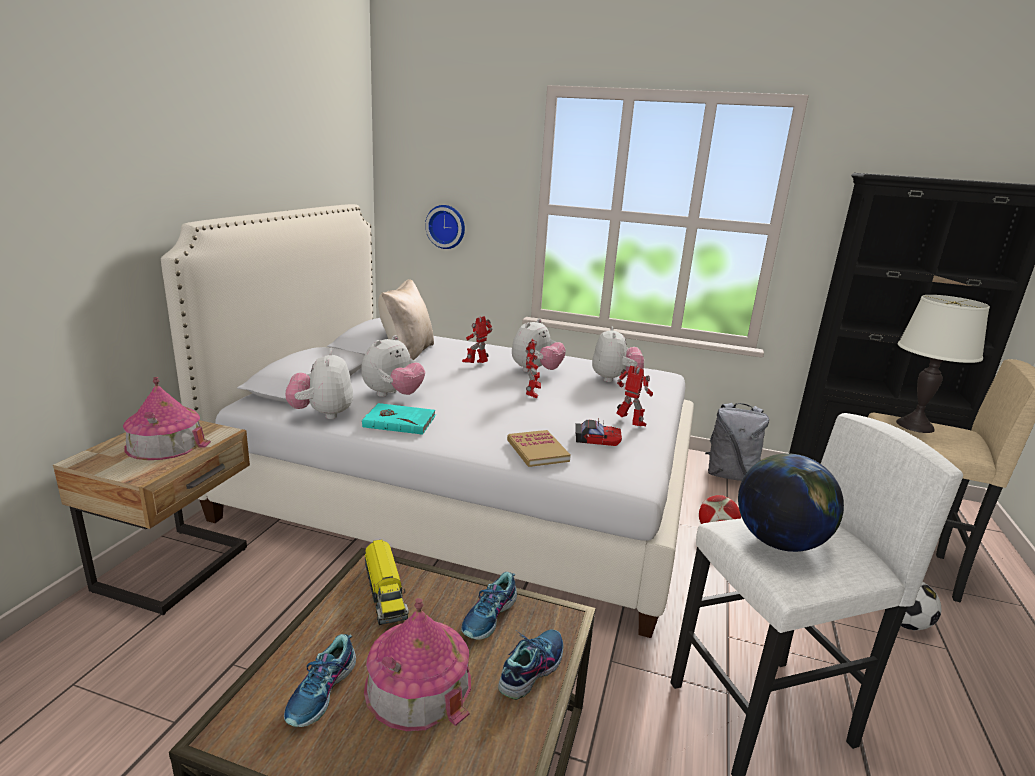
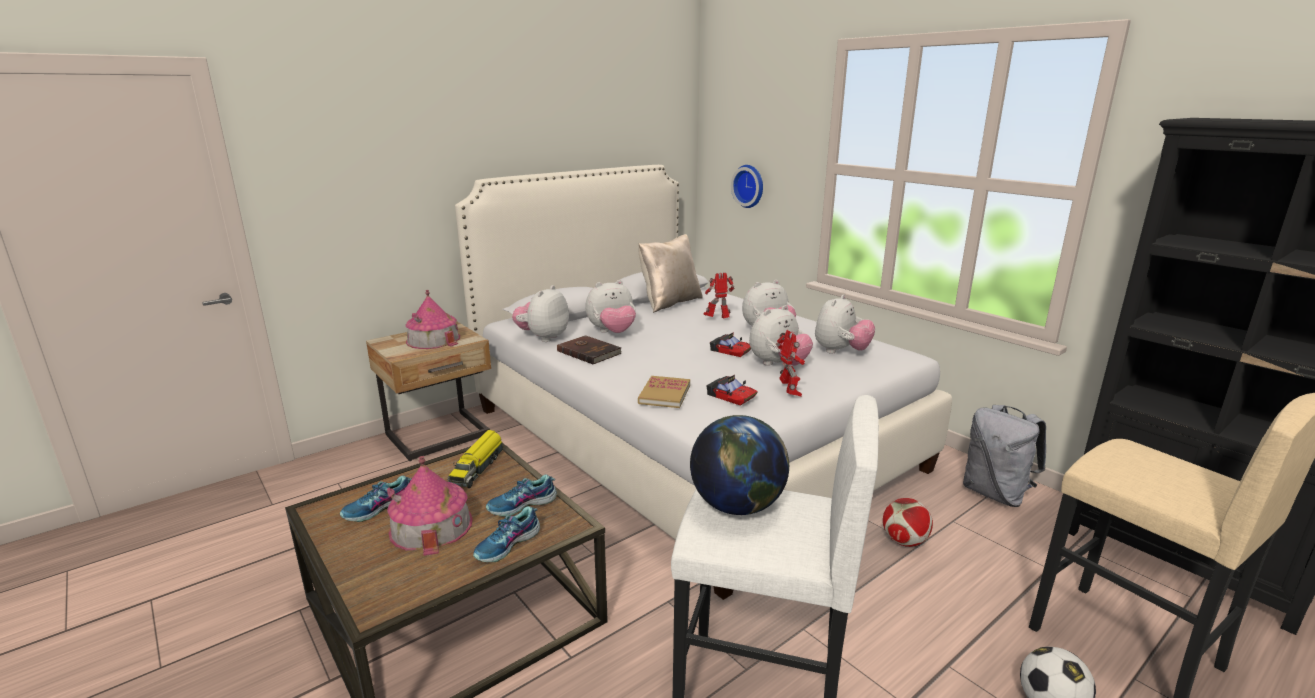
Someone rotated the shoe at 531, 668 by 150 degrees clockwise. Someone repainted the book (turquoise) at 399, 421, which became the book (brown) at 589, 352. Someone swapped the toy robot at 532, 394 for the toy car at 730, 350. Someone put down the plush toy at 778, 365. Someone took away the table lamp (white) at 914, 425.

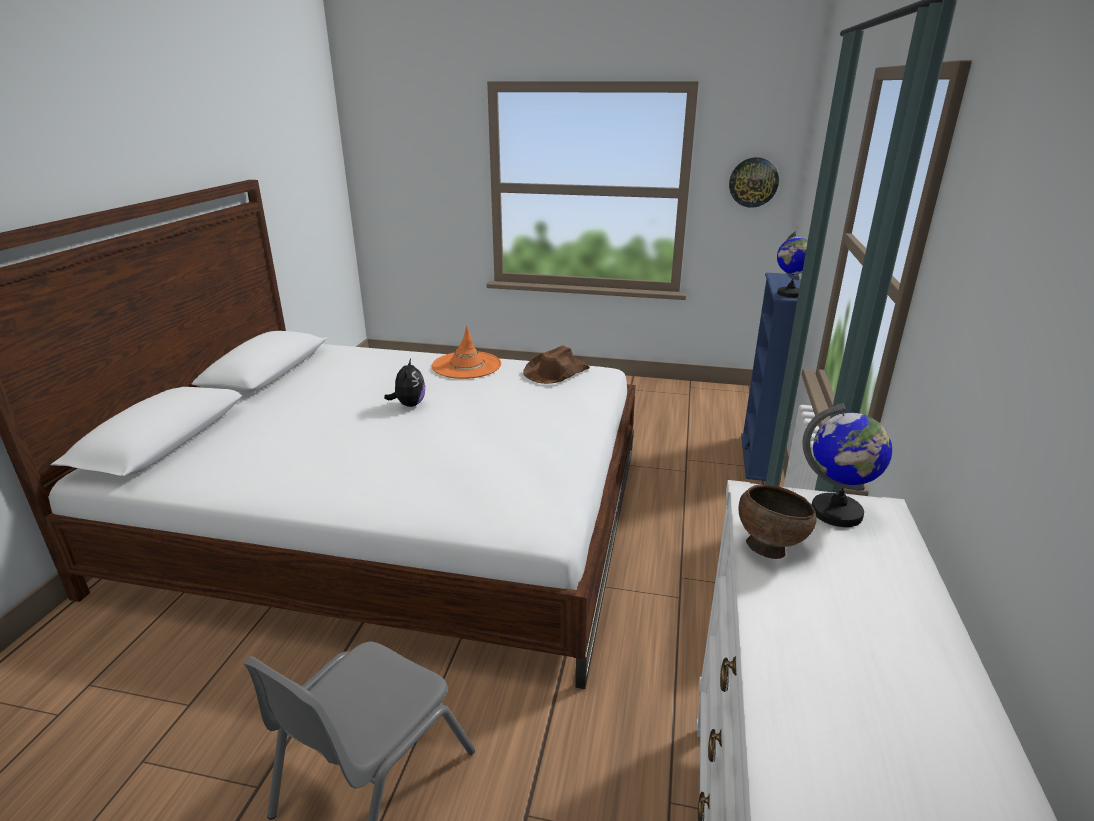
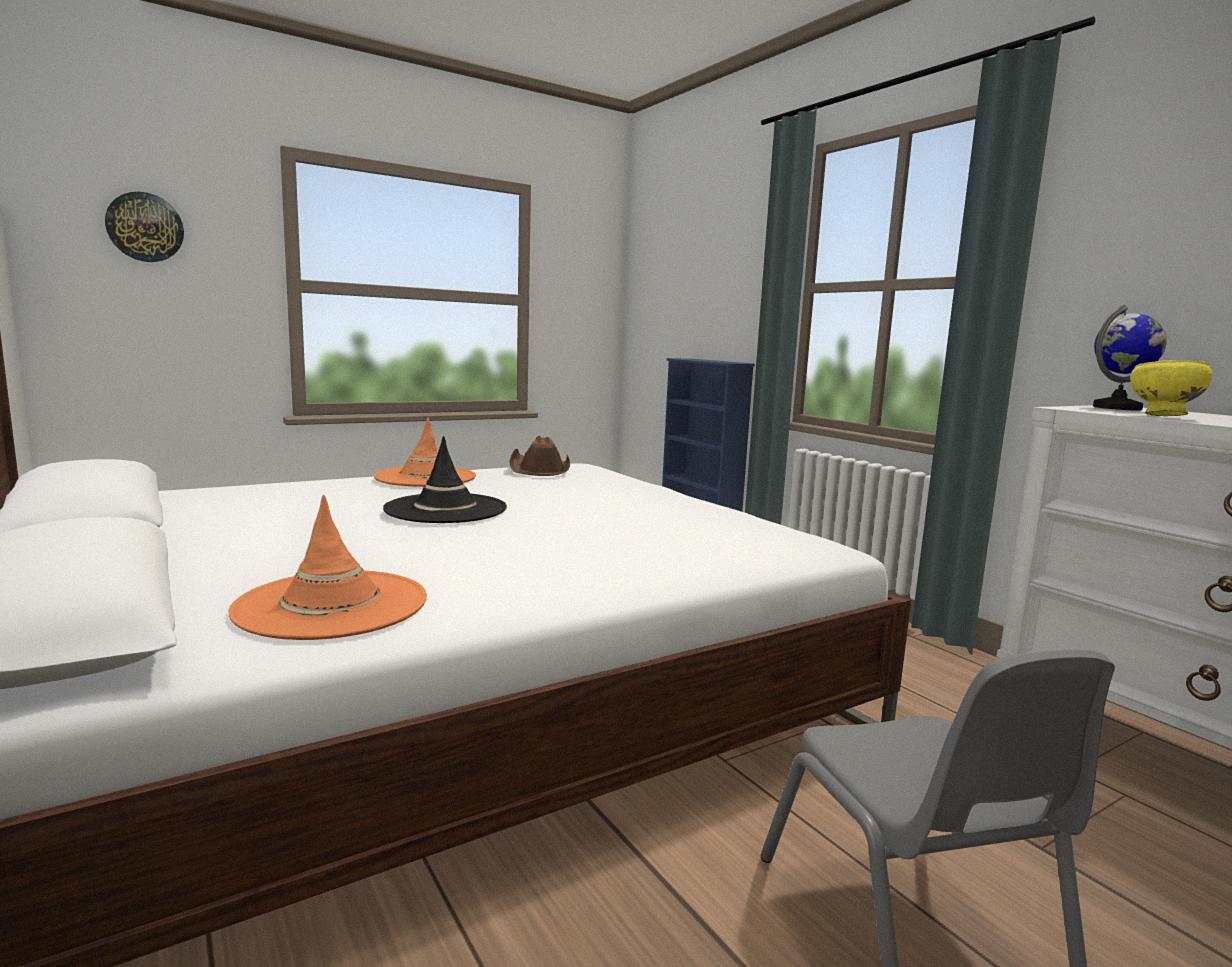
Someone carried the wall clock from 753, 182 to 145, 227. Someone put down the hat (orange) at 332, 605. Someone swapped the plush toy at 409, 404 for the hat (black) at 446, 509. Someone repainted the bowl (brown) at 768, 548, which became the bowl (yellow) at 1161, 416. Someone took away the globe at 789, 294.

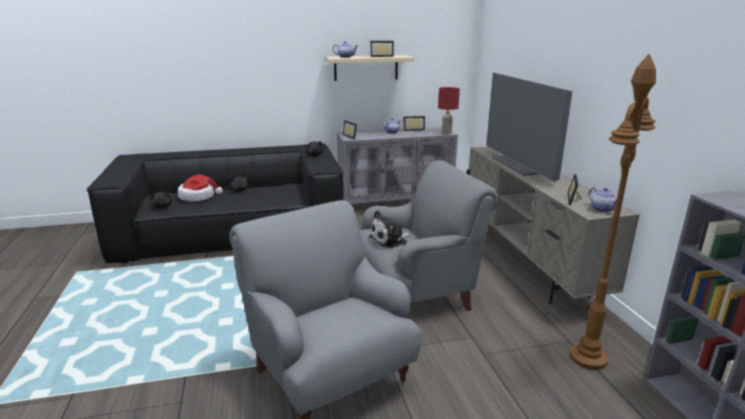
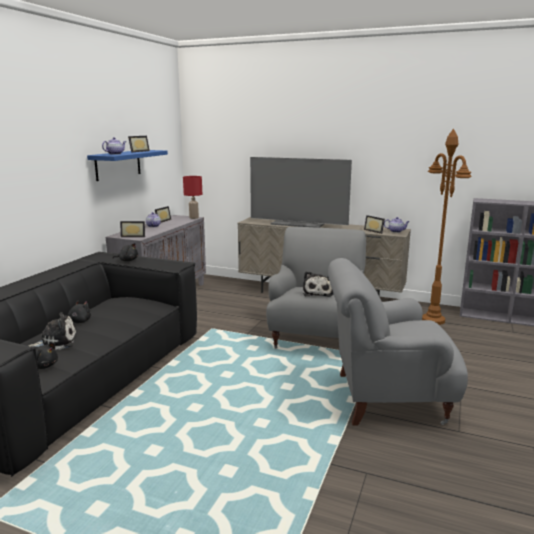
Someone swapped the hat at 198, 197 for the plush toy at 56, 342. Someone repainted the shelf (beige) at 366, 68, which became the shelf (blue) at 118, 164.

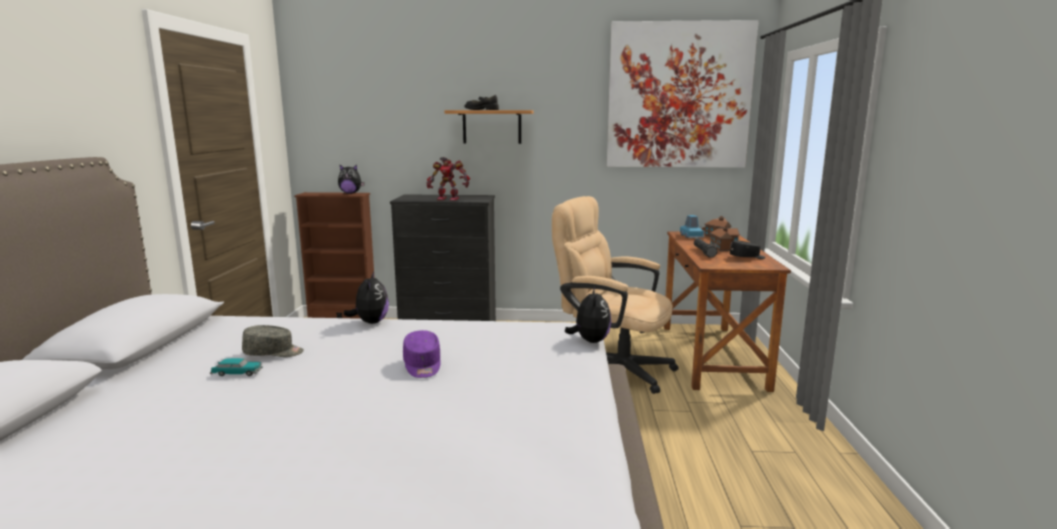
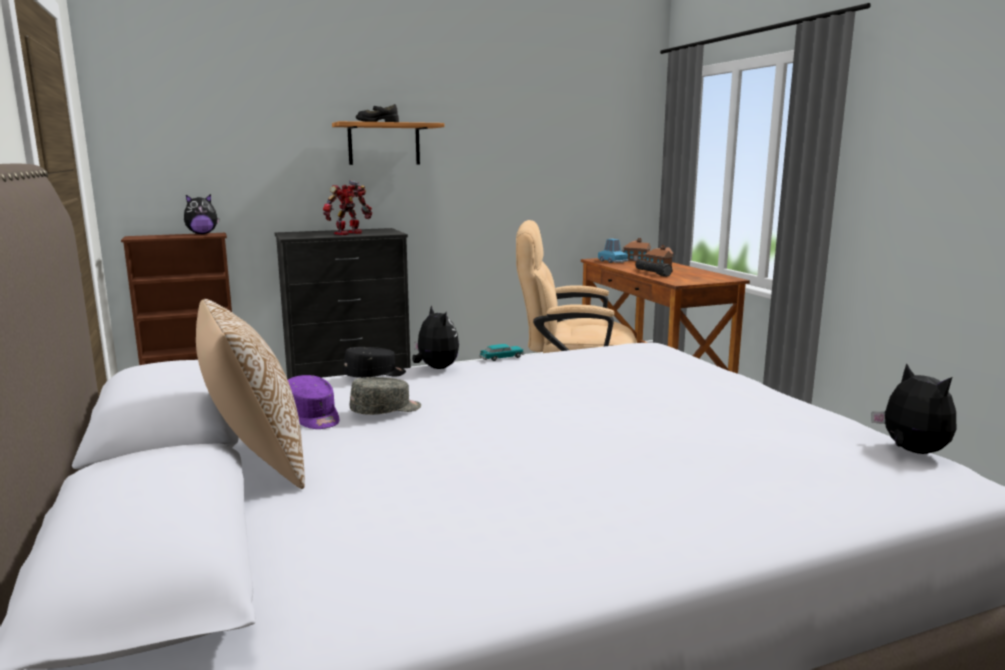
Someone put down the pillow at 255, 462. Someone carried the cap (purple) from 422, 365 to 313, 417. Someone rotated the toy robot at 448, 199 by 150 degrees clockwise. Someone carried the cap (black) from 747, 257 to 375, 375. Someone carried the toy car from 237, 373 to 502, 358. Someone carried the plush toy from 590, 341 to 911, 451. Someone took away the picture at 678, 96.

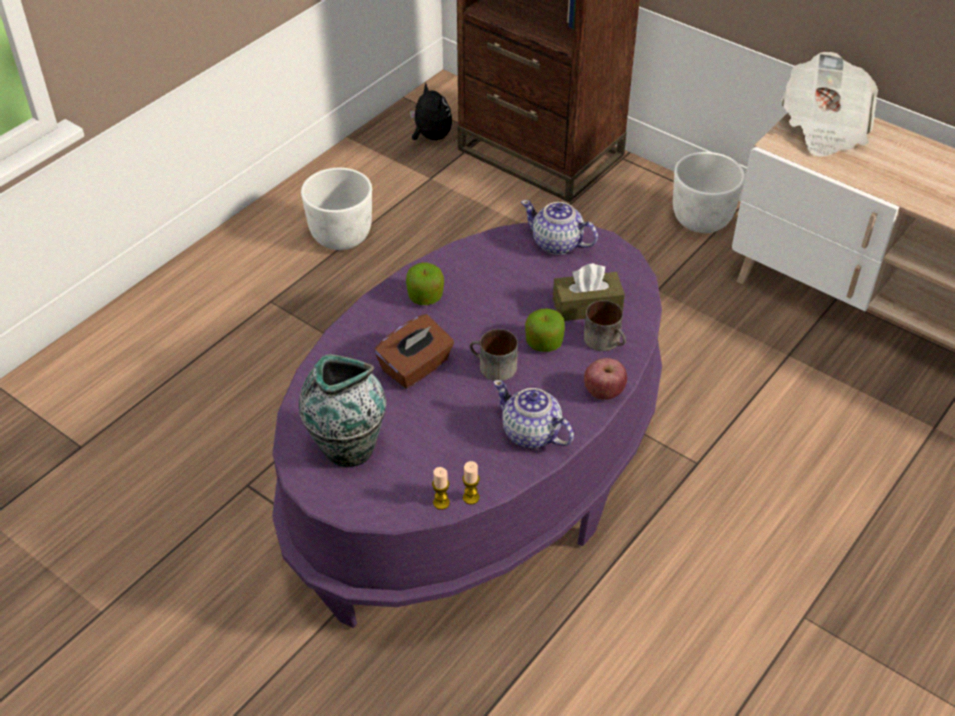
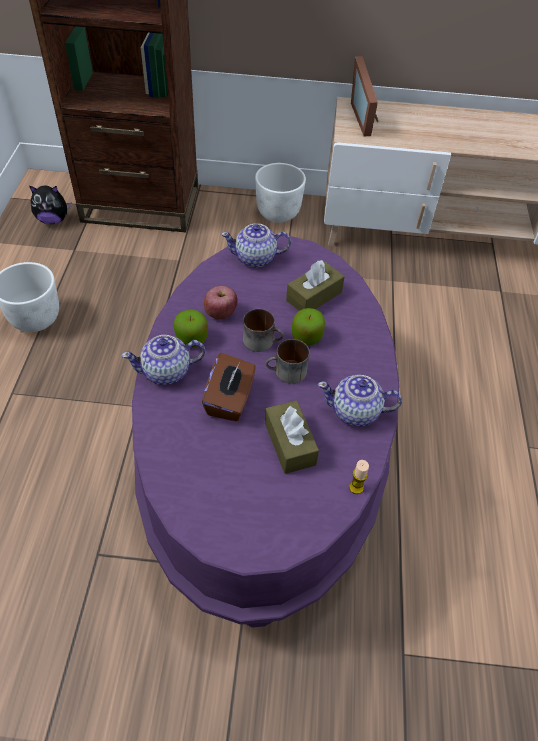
Someone rotated the plush toy at 431, 137 by 150 degrees clockwise. Someone put down the teapot at 167, 372. Someone carried the apple from 603, 392 to 220, 313. Someone carried the mug from 606, 340 to 262, 340. Someone put down the tissue box (brown) at 290, 444. Someone swapped the newspaper at 824, 128 for the picture frame at 366, 117. Someone took away the vase at 347, 448. Someone took away the candle at 441, 503.

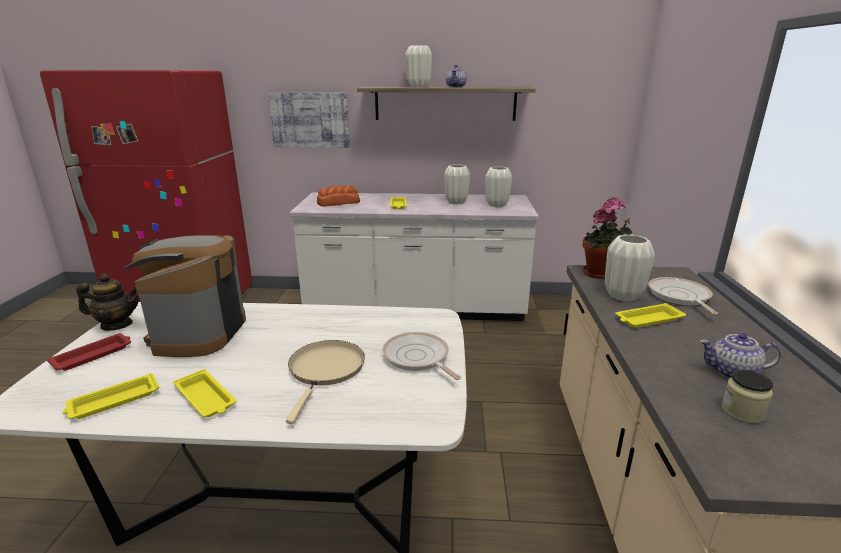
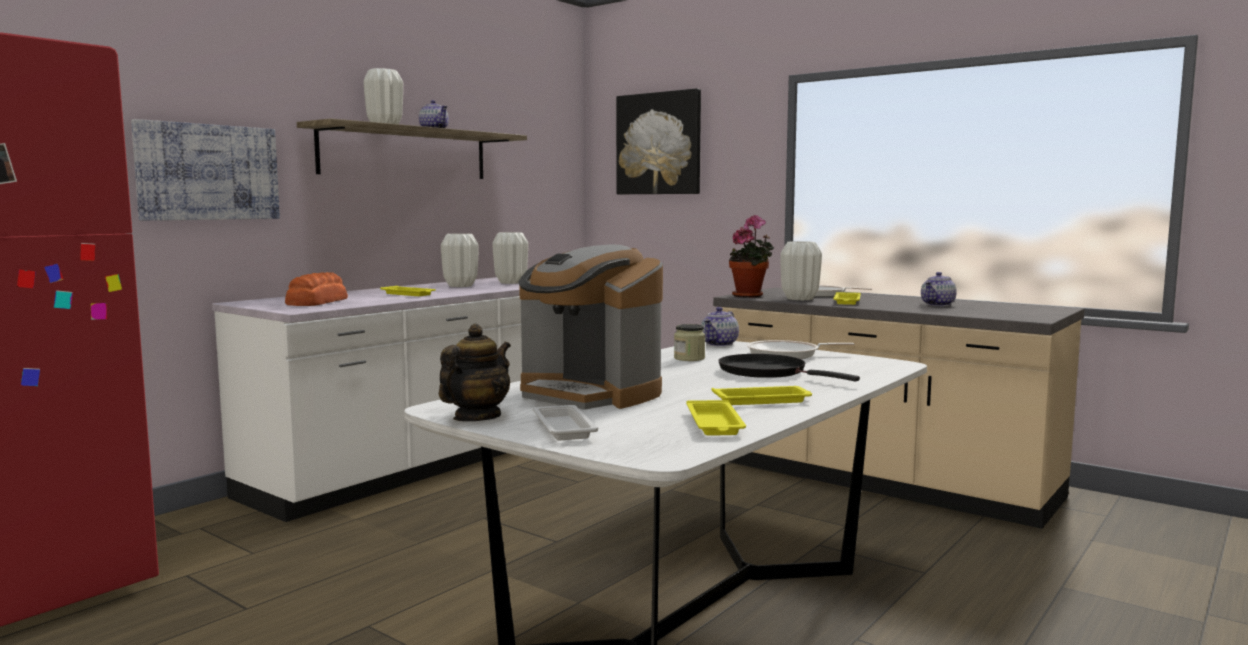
Someone repainted the tray (red) at 94, 355, which became the tray (white) at 563, 427. Someone put up the picture at 659, 144. Someone carried the jar from 742, 411 to 689, 358. Someone put down the teapot at 719, 344. Someone repainted the frying pan (beige) at 326, 370, which became the frying pan (black) at 767, 372.

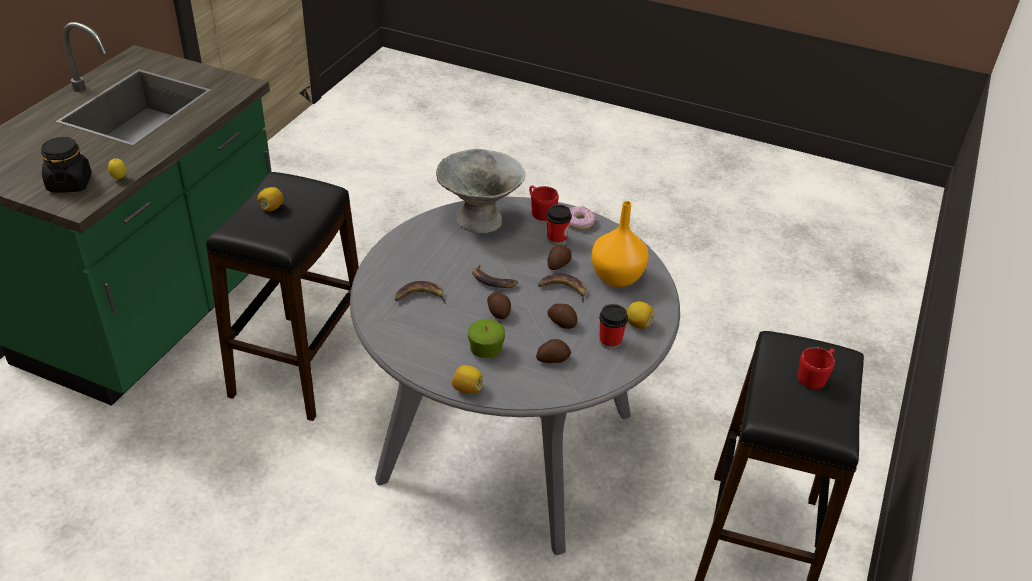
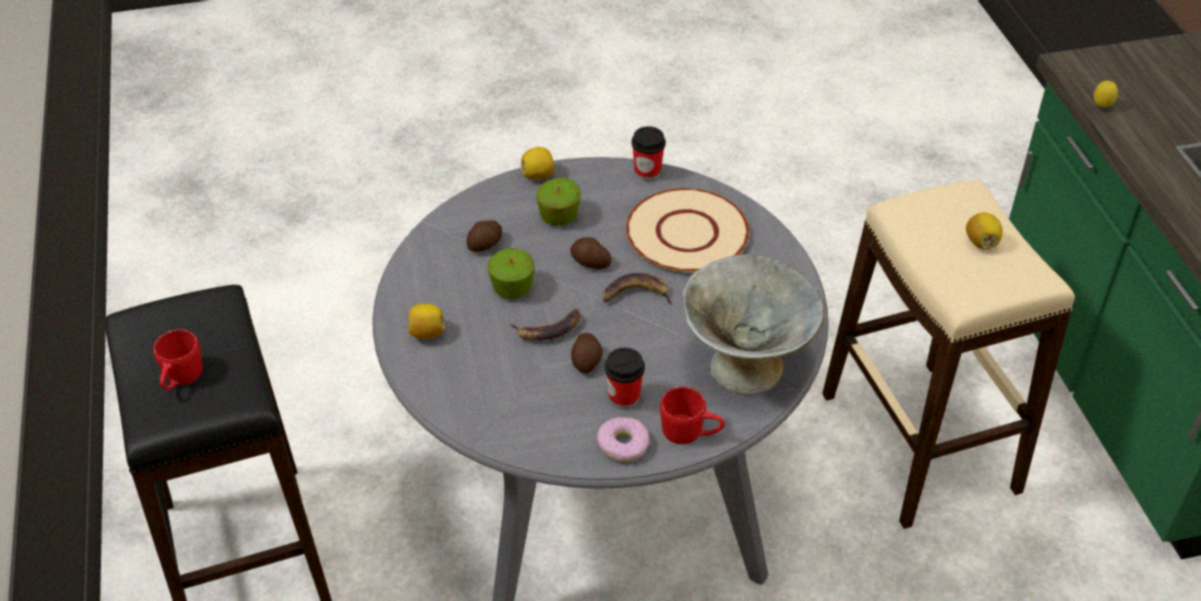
Someone swapped the potato at 562, 322 for the apple at 512, 288. Someone swapped the banana at 419, 297 for the plate (beige) at 687, 233. Someone carried the cup from 610, 342 to 647, 172. Someone repainted the stool (black) at 300, 365, which became the stool (beige) at 920, 443. Someone took away the jar (black) at 70, 183. Someone took away the vase (orange) at 615, 277.

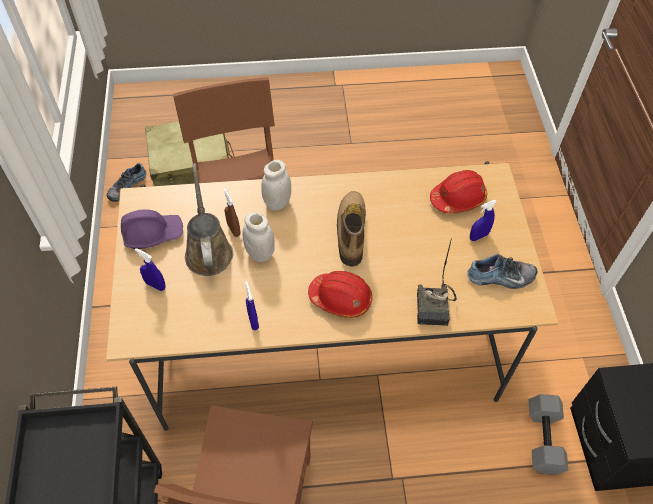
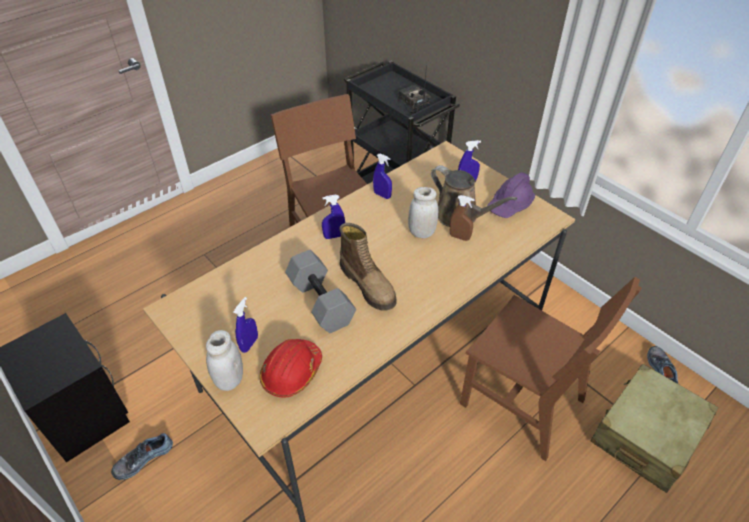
Someone carried the shoe from 501, 278 to 143, 458. Someone carried the jar (white) from 277, 203 to 229, 379. Someone carried the dumbbell (grey) from 544, 440 to 319, 302. Someone swapped the hard hat (red) at 341, 298 for the spray bottle (blue) at 334, 236. Someone carried the radio from 435, 306 to 412, 102.

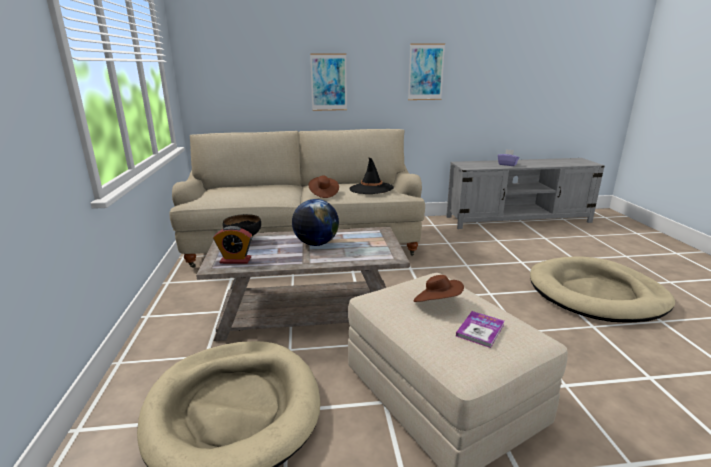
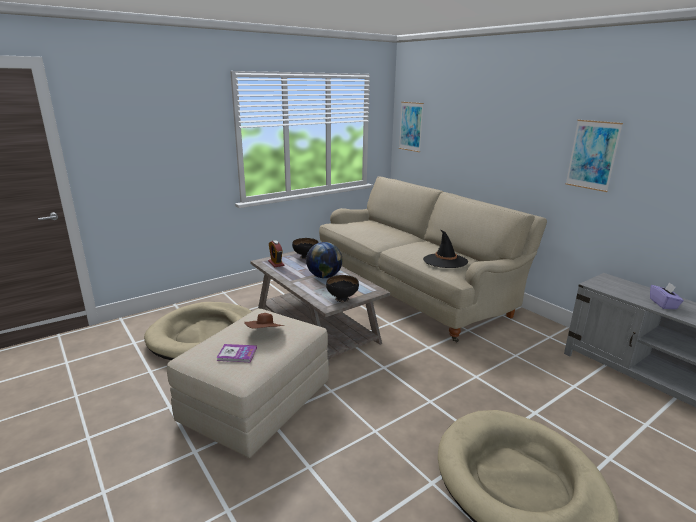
Someone put down the bowl (black) at 342, 299. Someone carried the picture from 328, 82 to 411, 126. Someone took away the hat (brown) at 323, 194.

